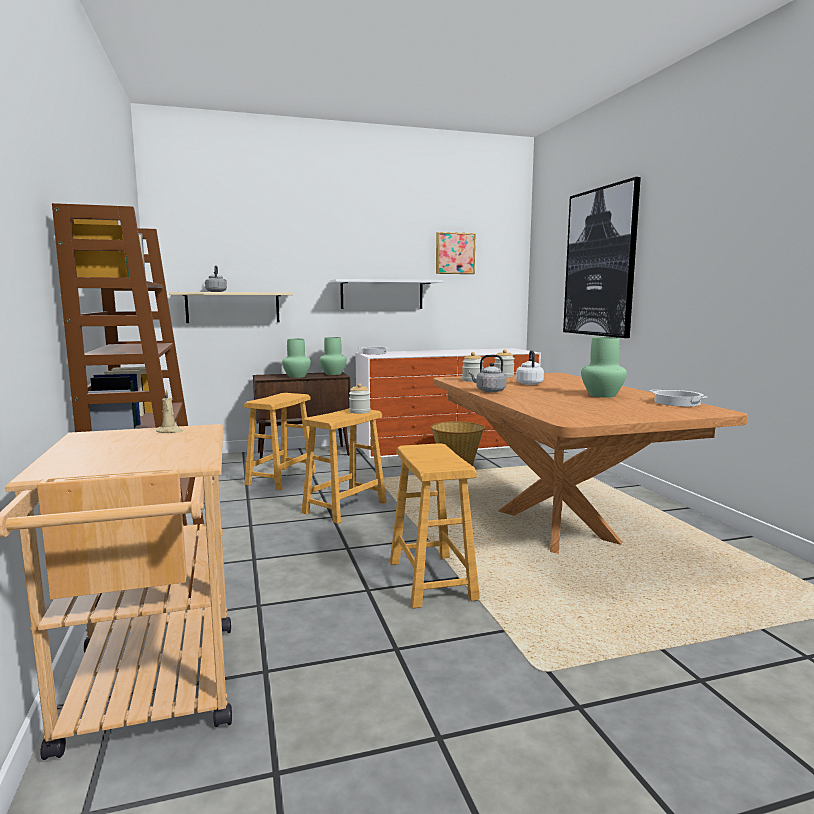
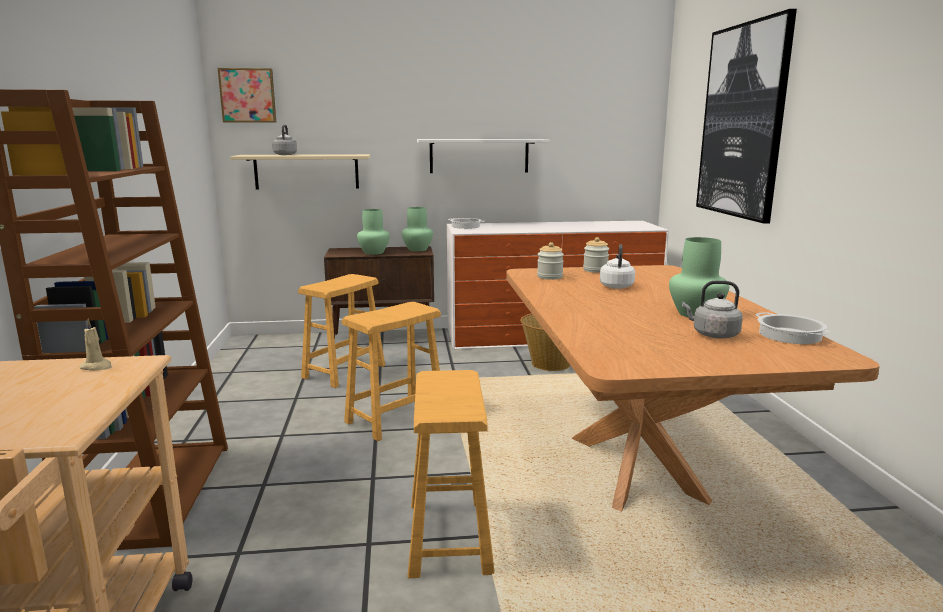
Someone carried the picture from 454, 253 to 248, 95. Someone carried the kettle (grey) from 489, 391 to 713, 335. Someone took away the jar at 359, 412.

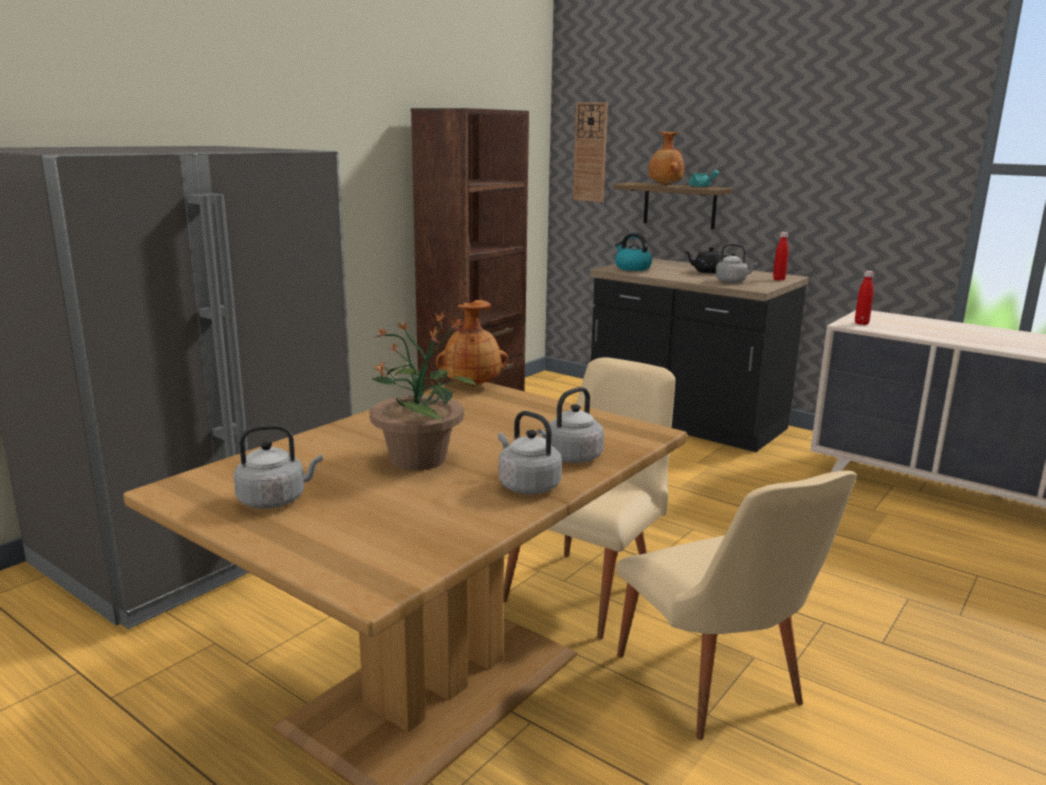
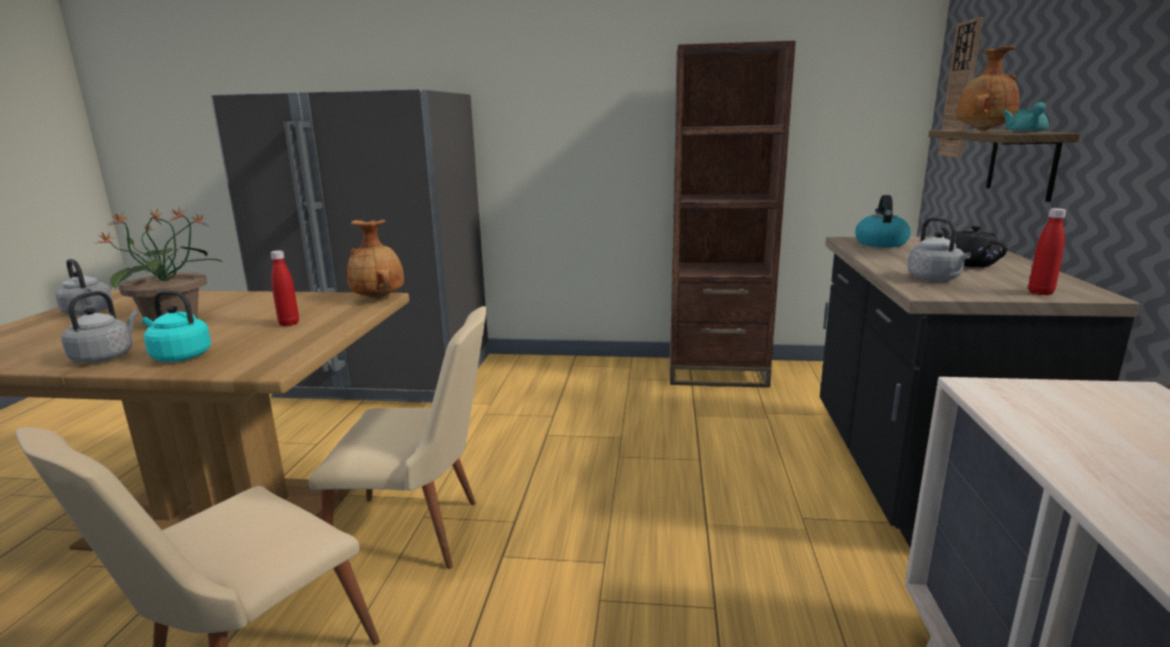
Someone repainted the kettle (grey) at 571, 458, which became the kettle (turquoise) at 179, 356. Someone carried the bottle (red) from 861, 323 to 289, 323.

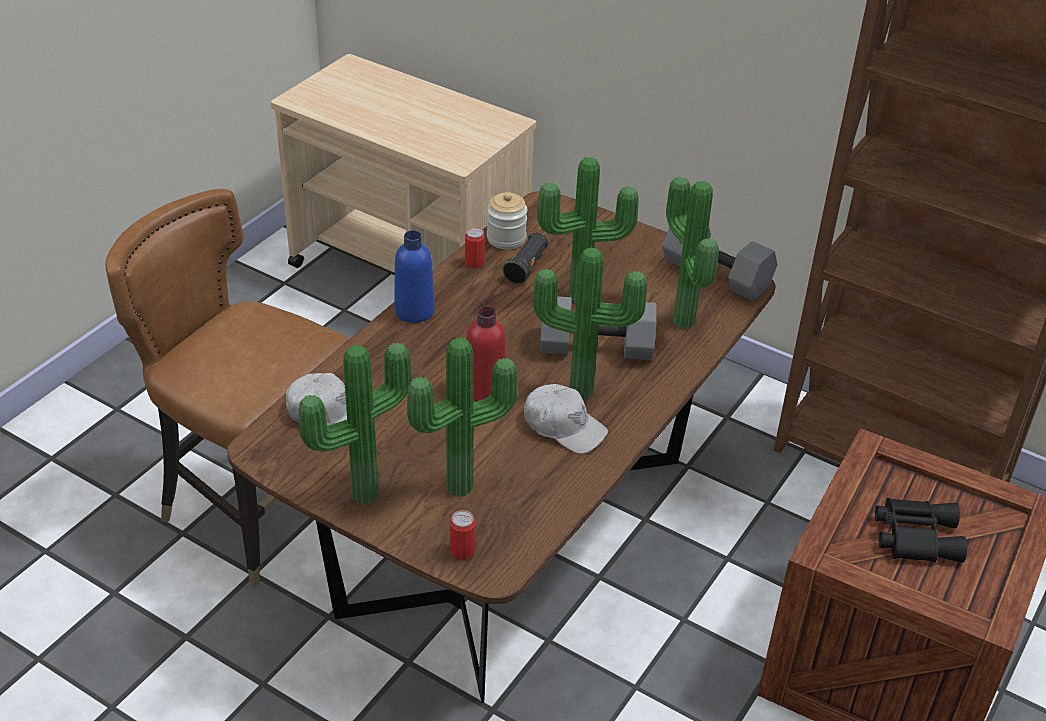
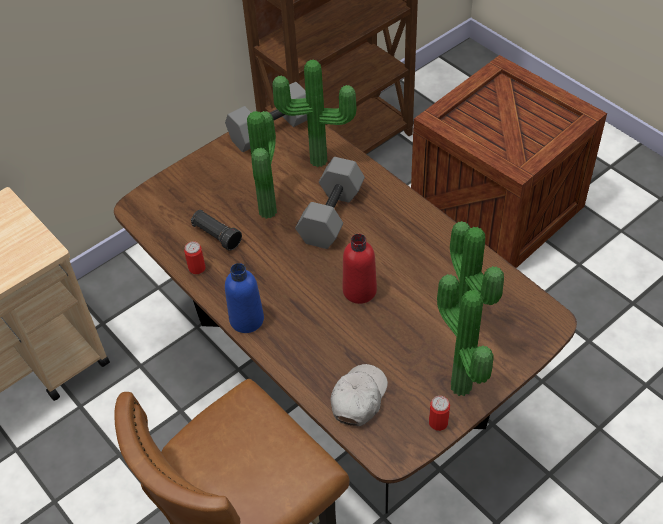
Someone carried the can from 462, 551 to 438, 422. Someone took away the jar at 506, 238. Someone took away the cap (white) at 564, 427. Someone took away the potted plant at 581, 389. Someone took away the binoculars (black) at 915, 536.

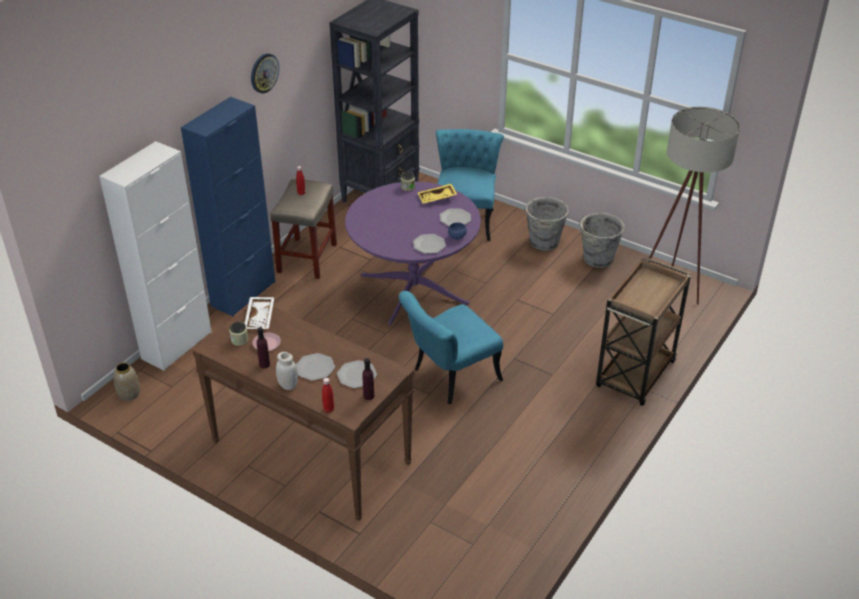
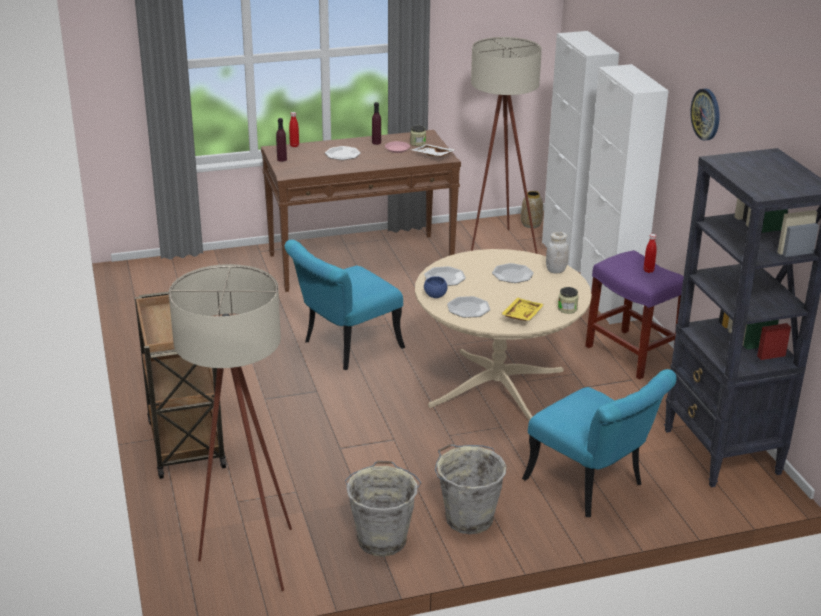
Someone rotated the chair (turquoise) at 449, 378 by 135 degrees counterclockwise. Someone repainted the dining table (purple) at 413, 289, which became the dining table (beige) at 497, 388. Someone put down the floor lamp (beige) at 497, 247. Someone carried the plate from 357, 375 to 512, 274. Someone carried the jar (white) from 288, 385 to 556, 270. Someone repainted the cabinet (blue) at 243, 294, which became the cabinet (white) at 609, 303. Someone repainted the stool (beige) at 307, 257, which became the stool (purple) at 633, 354.

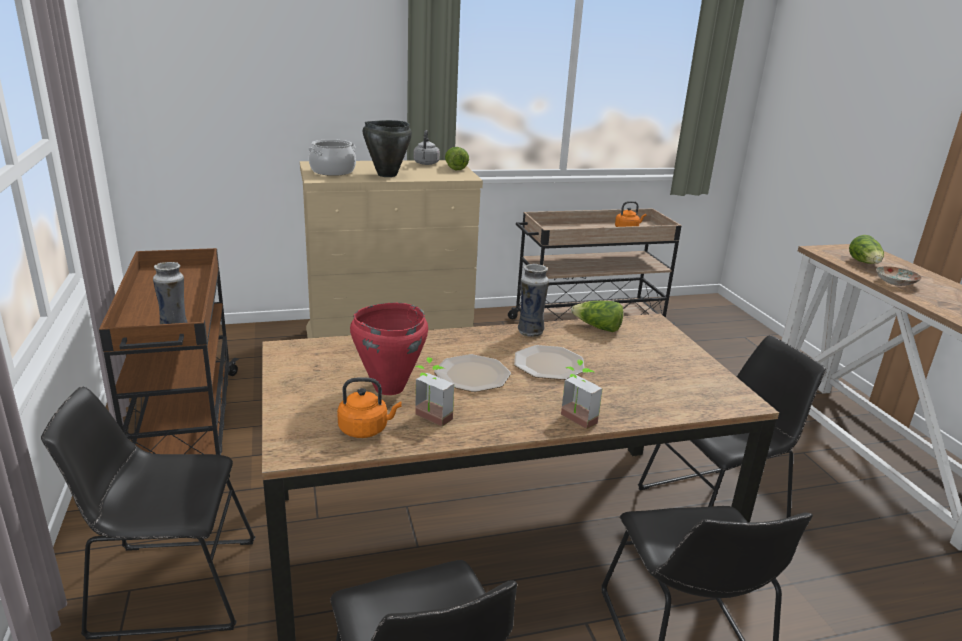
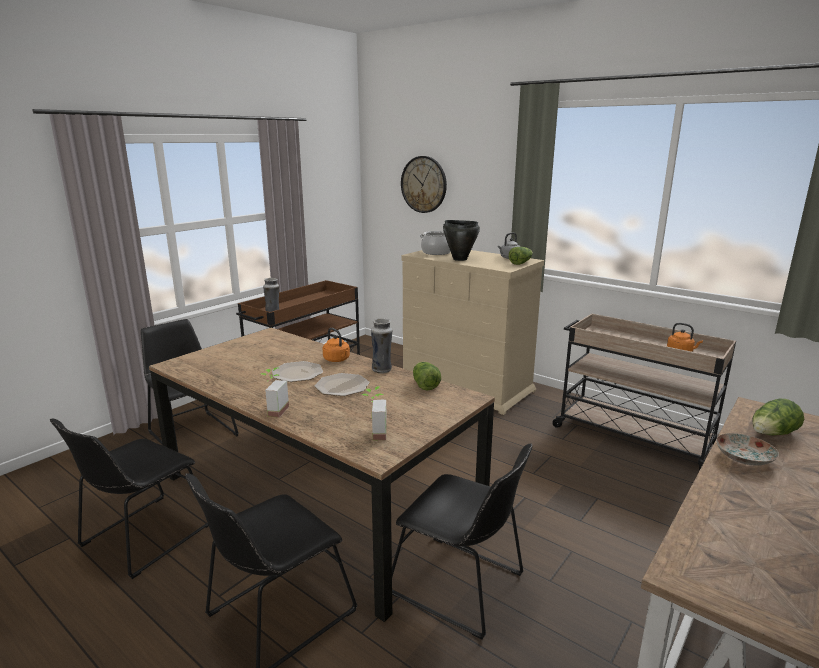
Someone carried the kettle (orange) from 366, 429 to 337, 360. Someone carried the potted plant from 429, 420 to 374, 433. Someone put up the wall clock at 424, 184. Someone took away the cooking pot (red) at 388, 387.

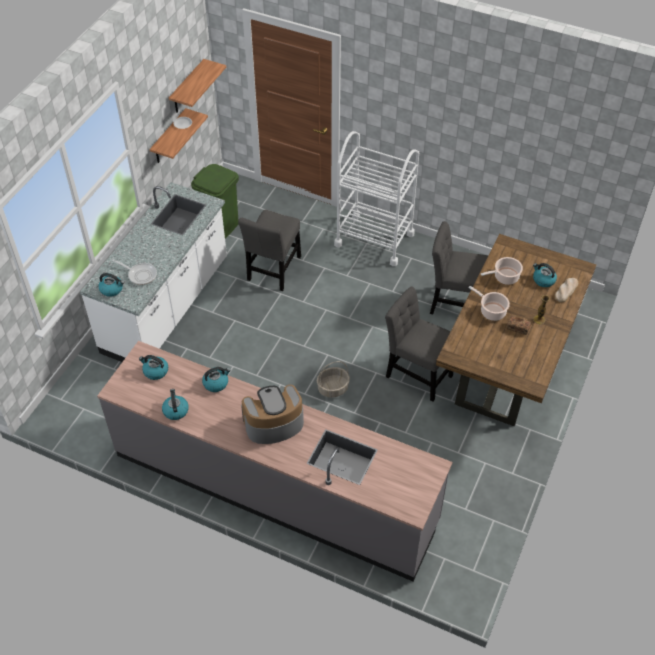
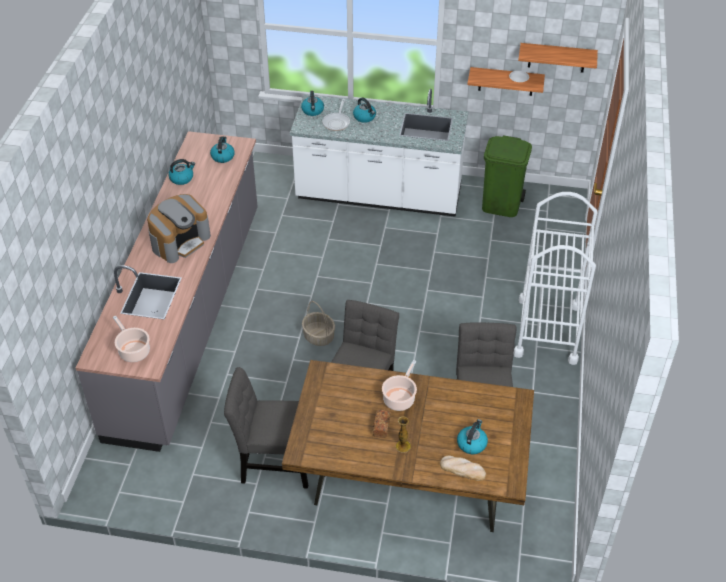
Someone carried the cooking pot from 504, 277 to 133, 350. Someone rotated the coffee machine at 273, 423 by 75 degrees clockwise. Someone carried the chair (grey) from 273, 271 to 273, 464. Someone carried the kettle from 216, 383 to 365, 117.

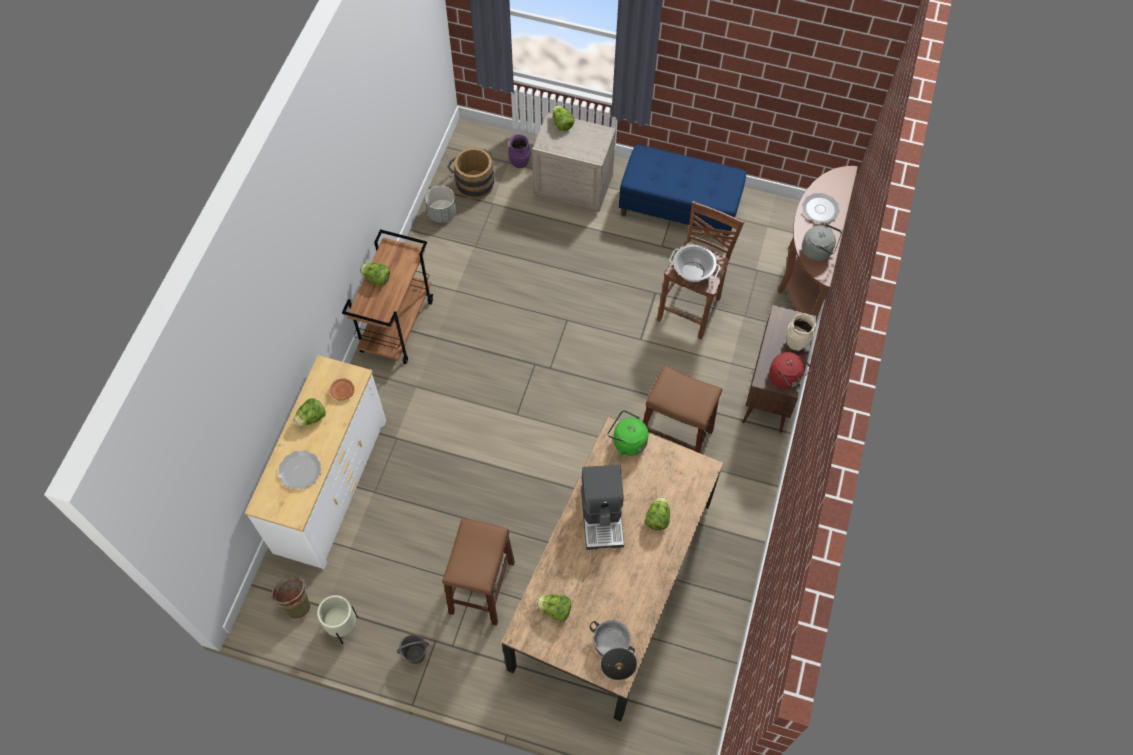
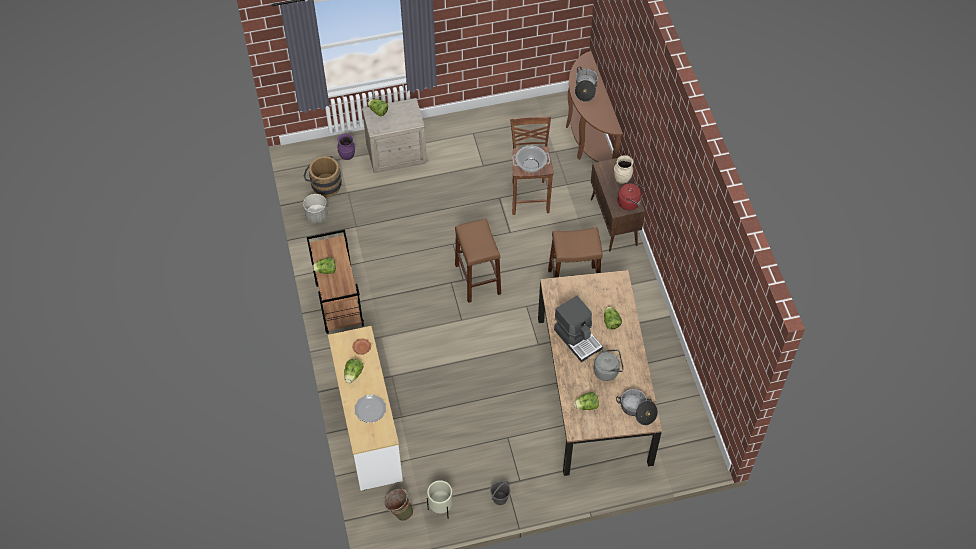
Someone carried the stool (brown) from 482, 587 to 477, 279. Someone swapped the plate at 820, 209 for the cooking pot at 585, 88. Someone carried the kettle (grey) from 818, 251 to 607, 371. Someone took away the kettle (green) at 627, 441. Someone took away the bench (blue) at 679, 210.

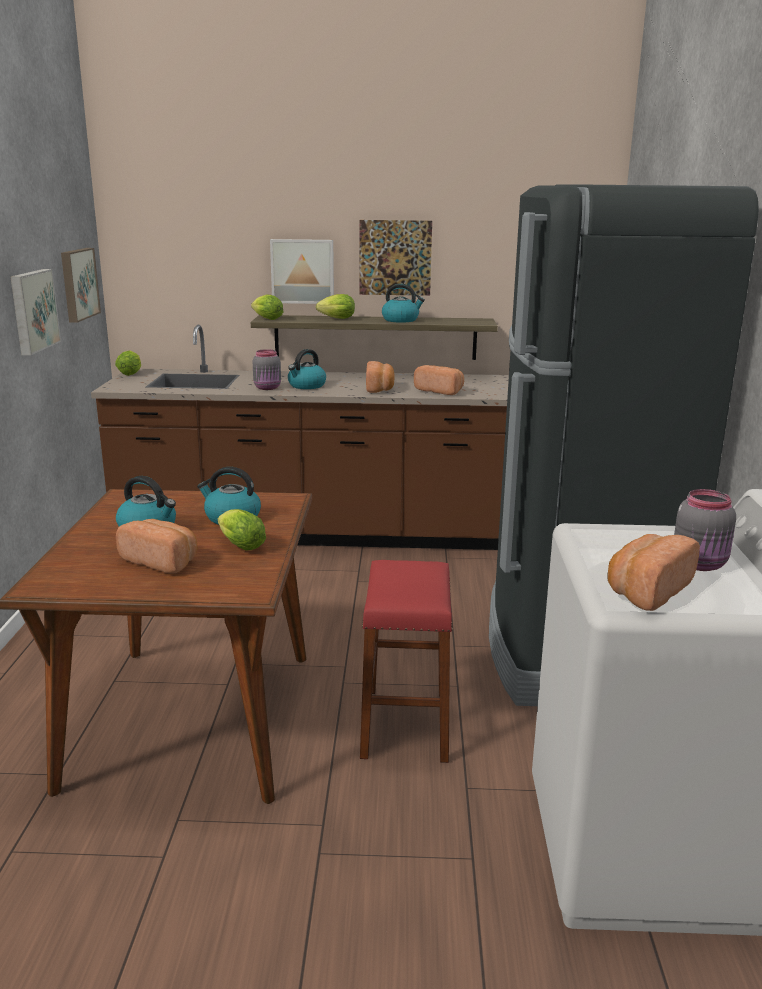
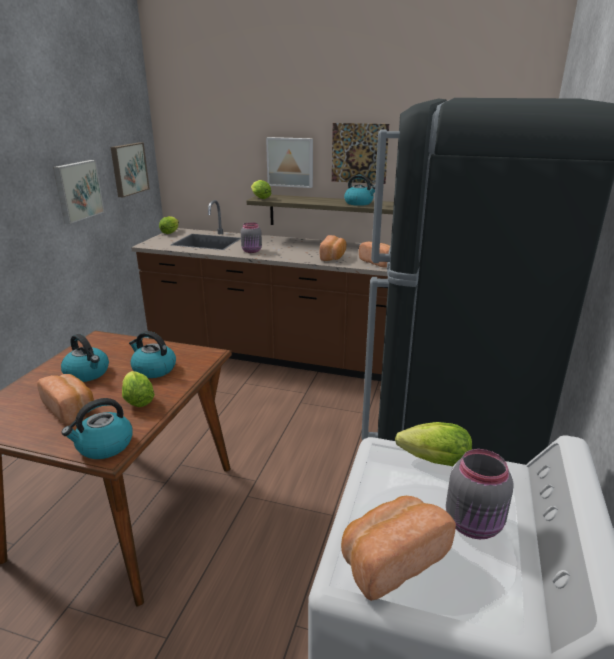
Someone carried the kettle from 306, 386 to 104, 446. Someone carried the lettuce from 335, 318 to 430, 461. Someone took away the stool (red) at 405, 724.

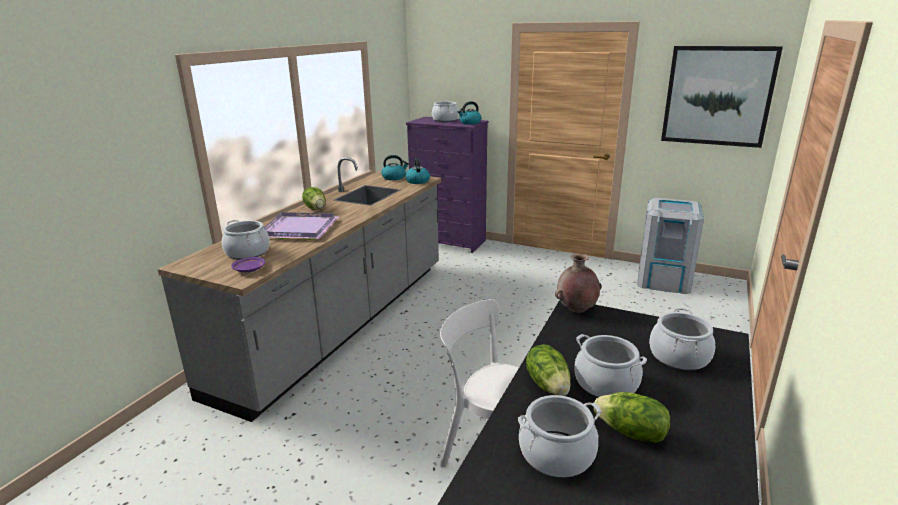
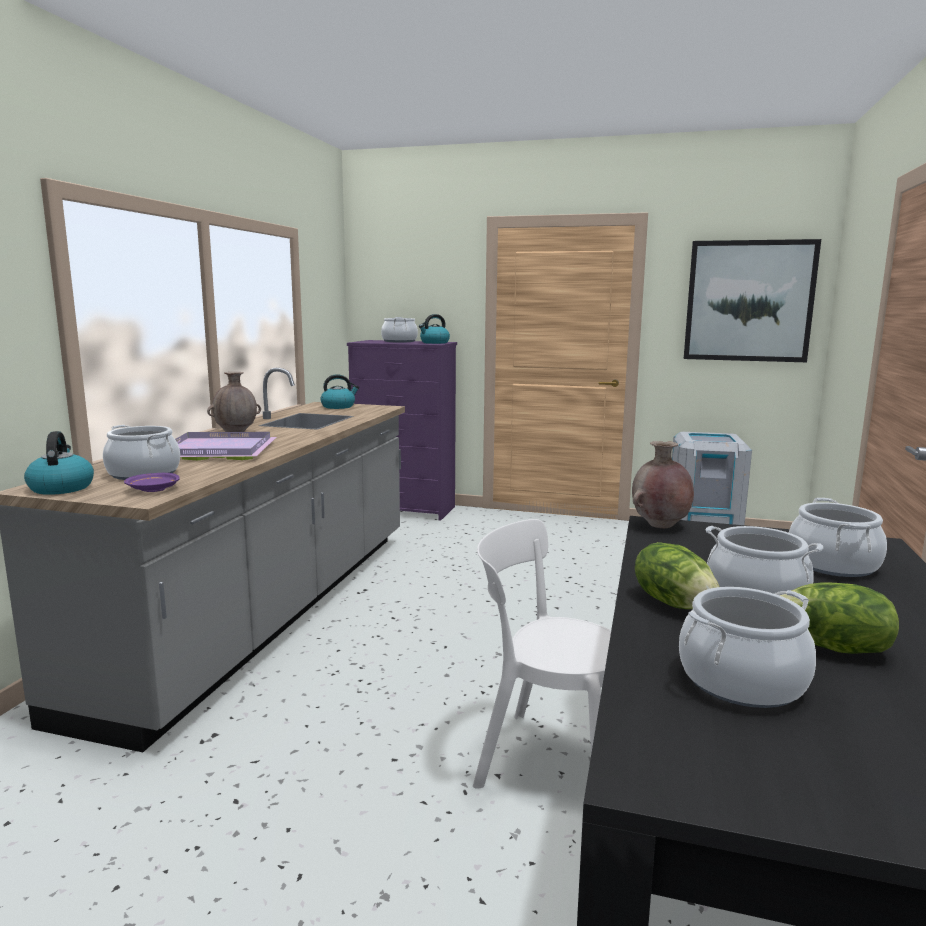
Someone carried the kettle from 417, 181 to 61, 488. Someone swapped the lettuce at 316, 208 for the vase (brown) at 236, 433.

